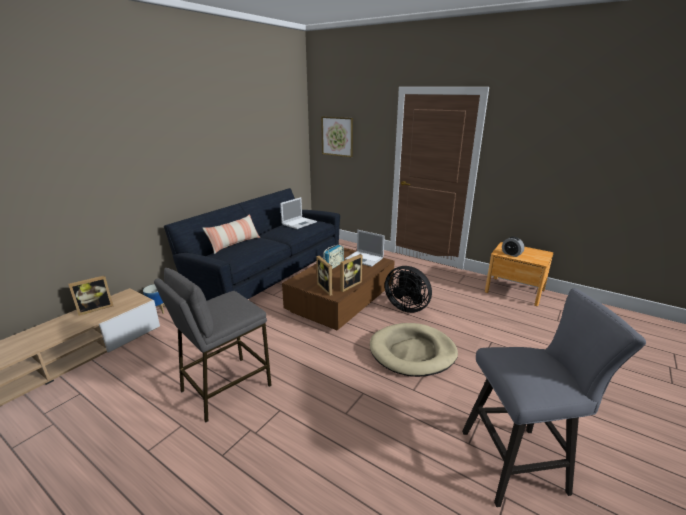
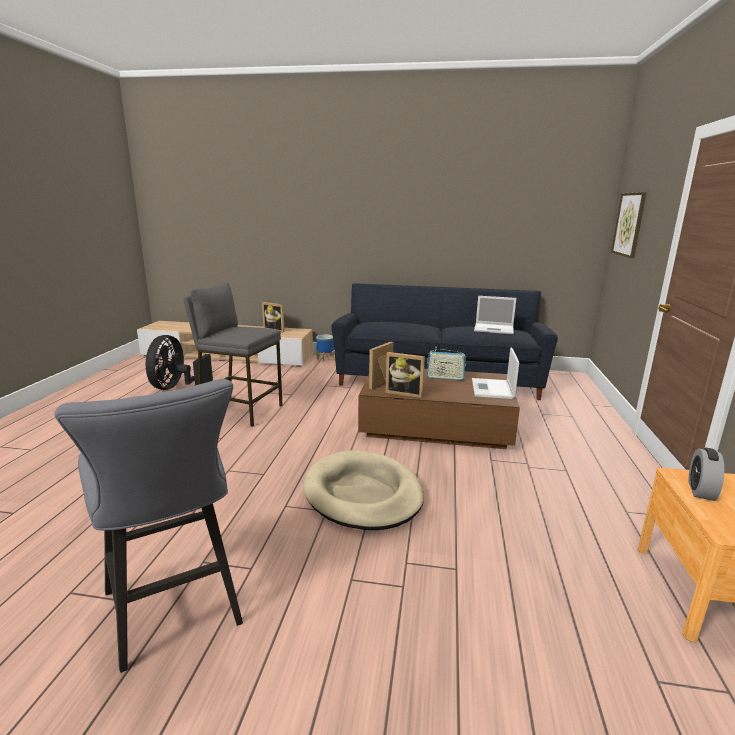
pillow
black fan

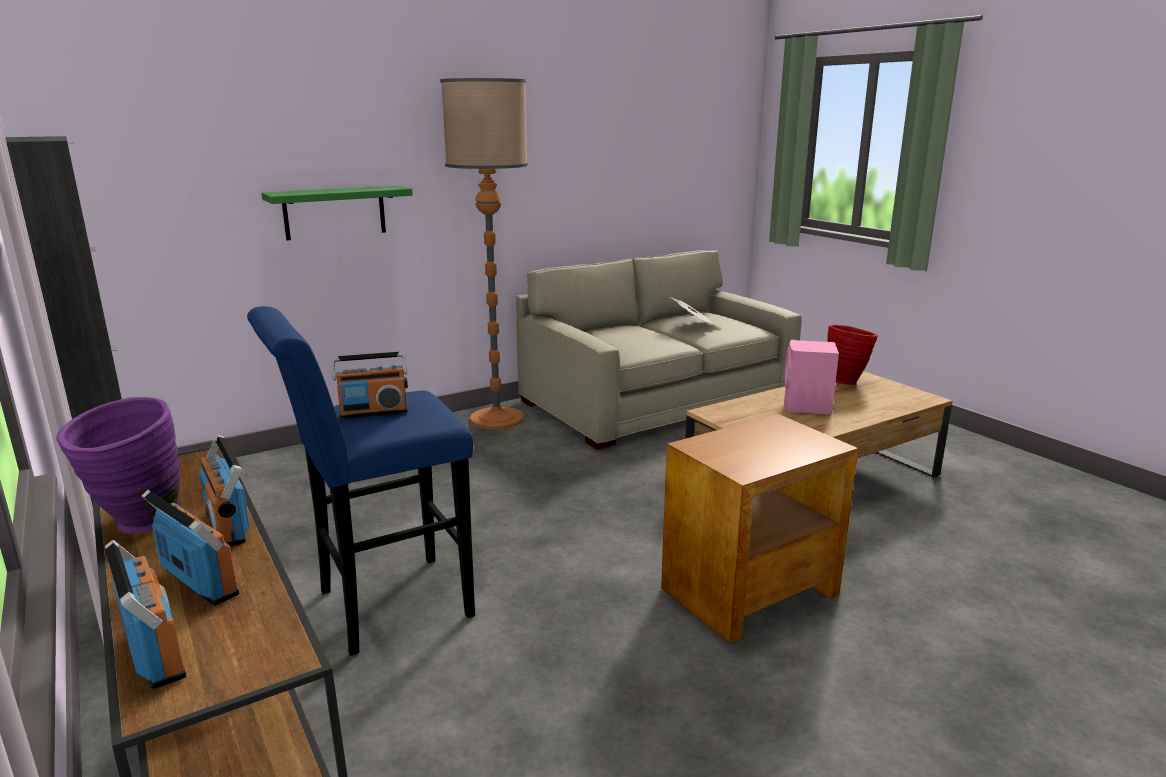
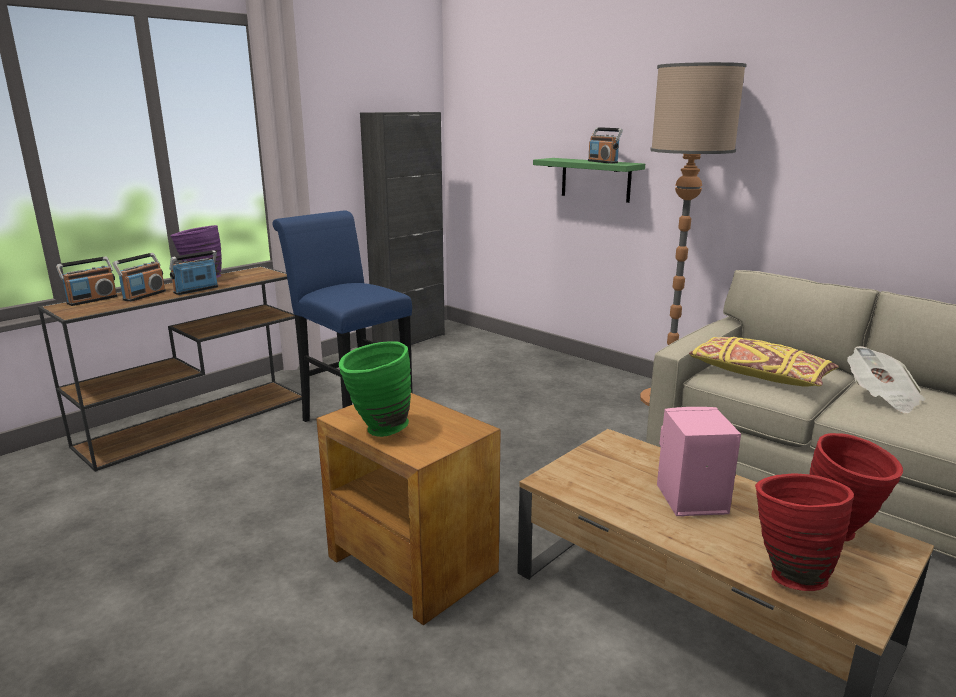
radio (4th from left)
green vase
yellow pillow
red vase (1st from left)

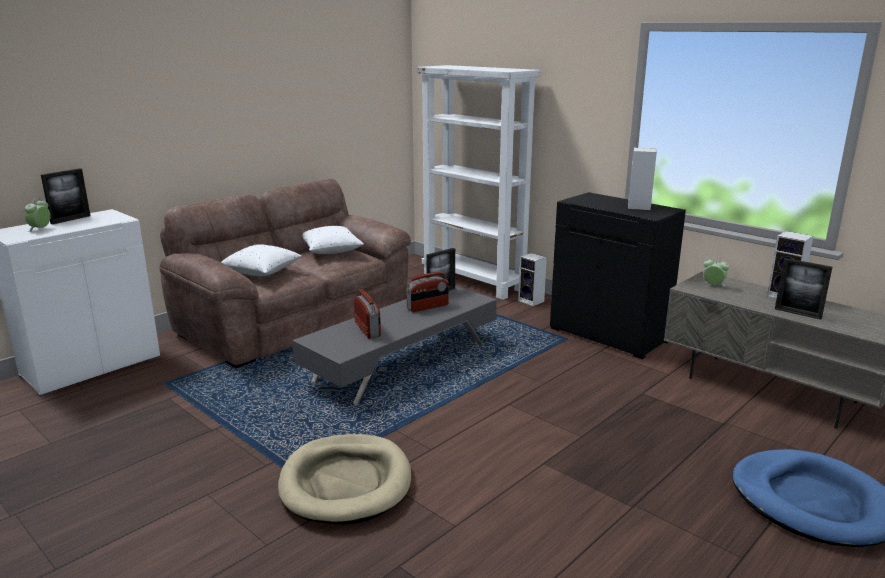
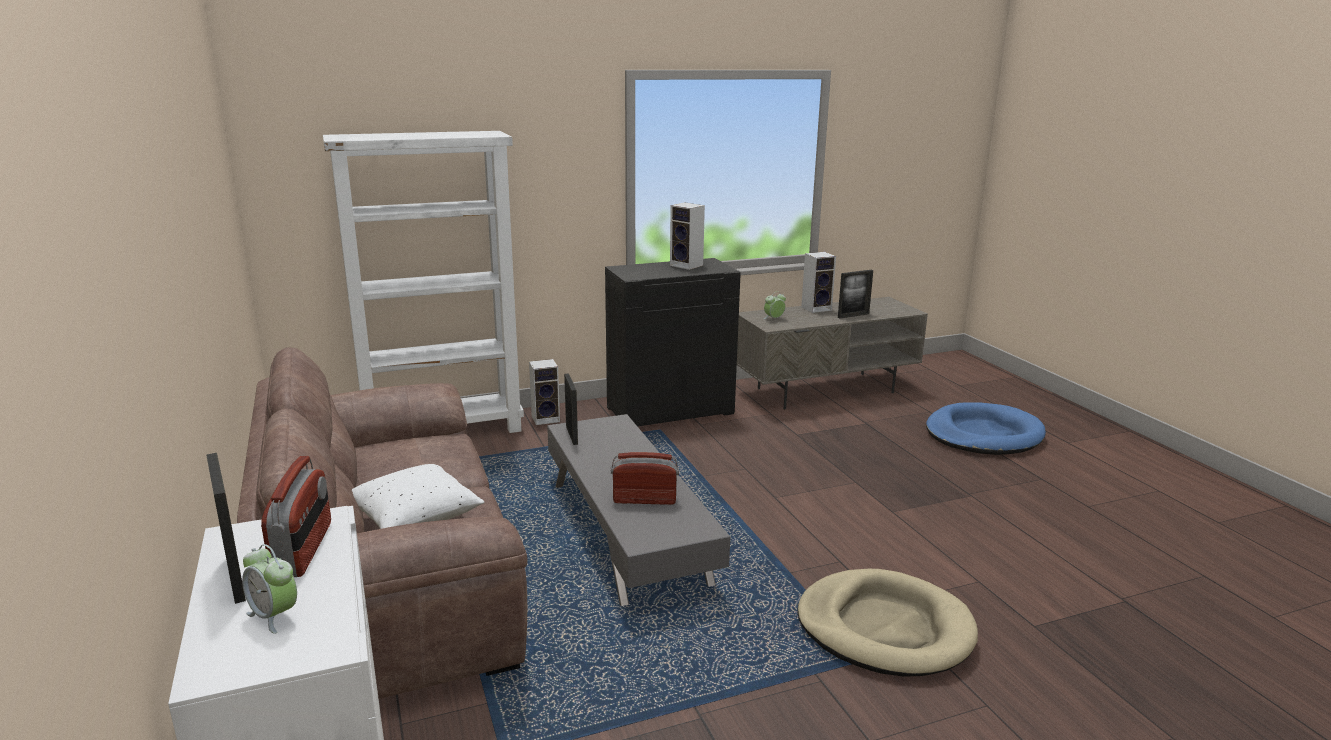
white pillow (2nd from left in the first image)
radio (1st from left)

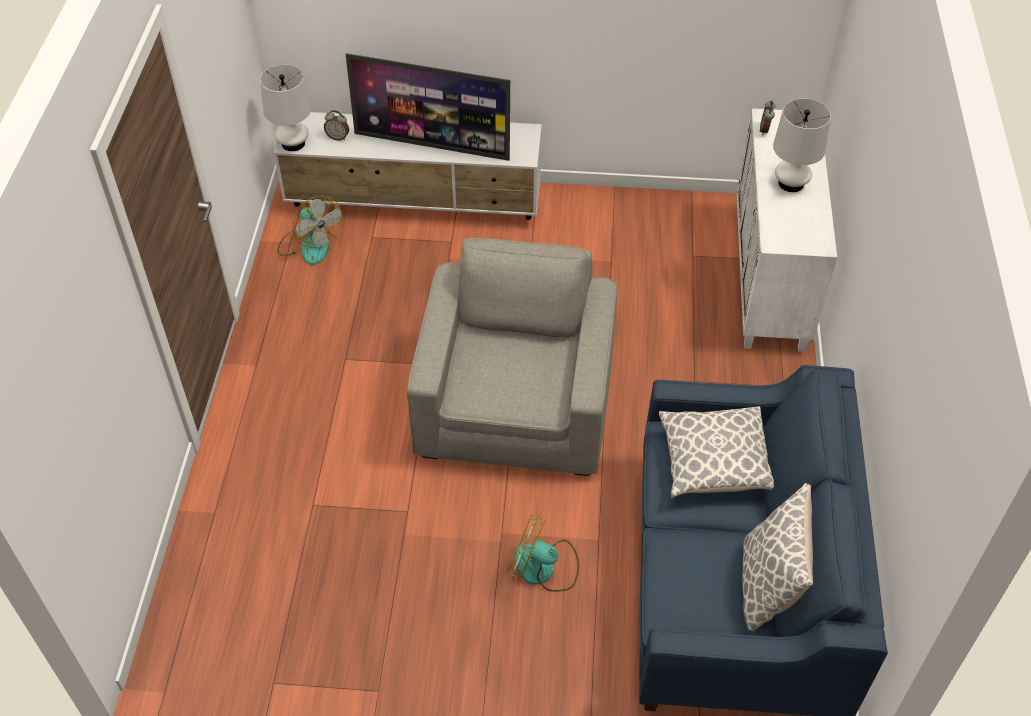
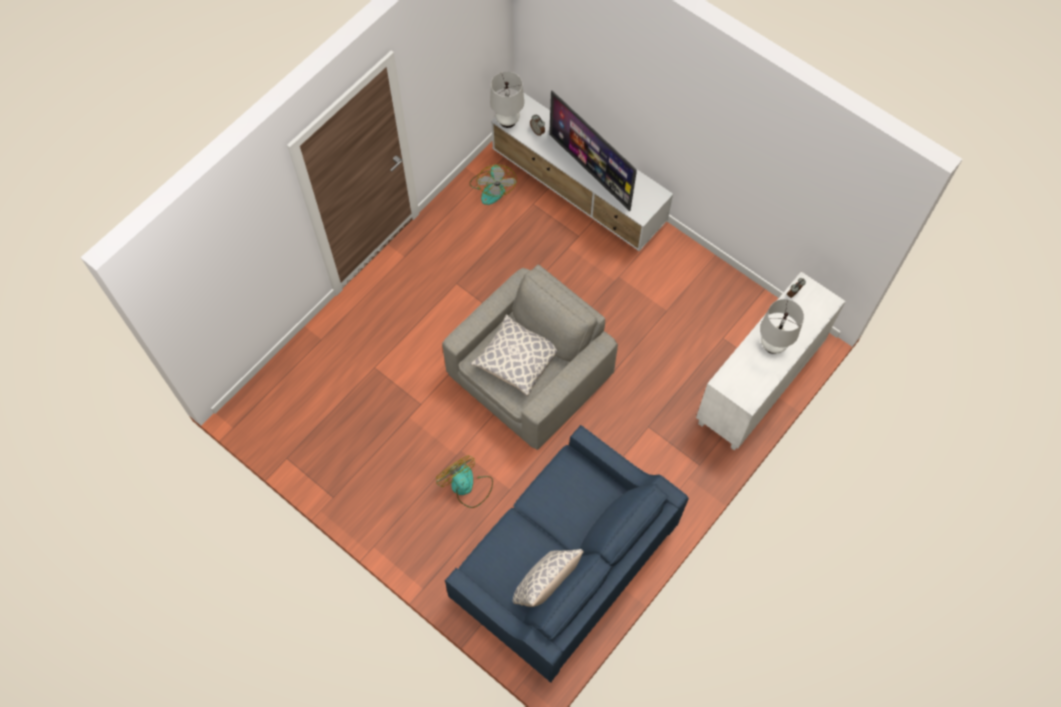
pillow (1st from left)

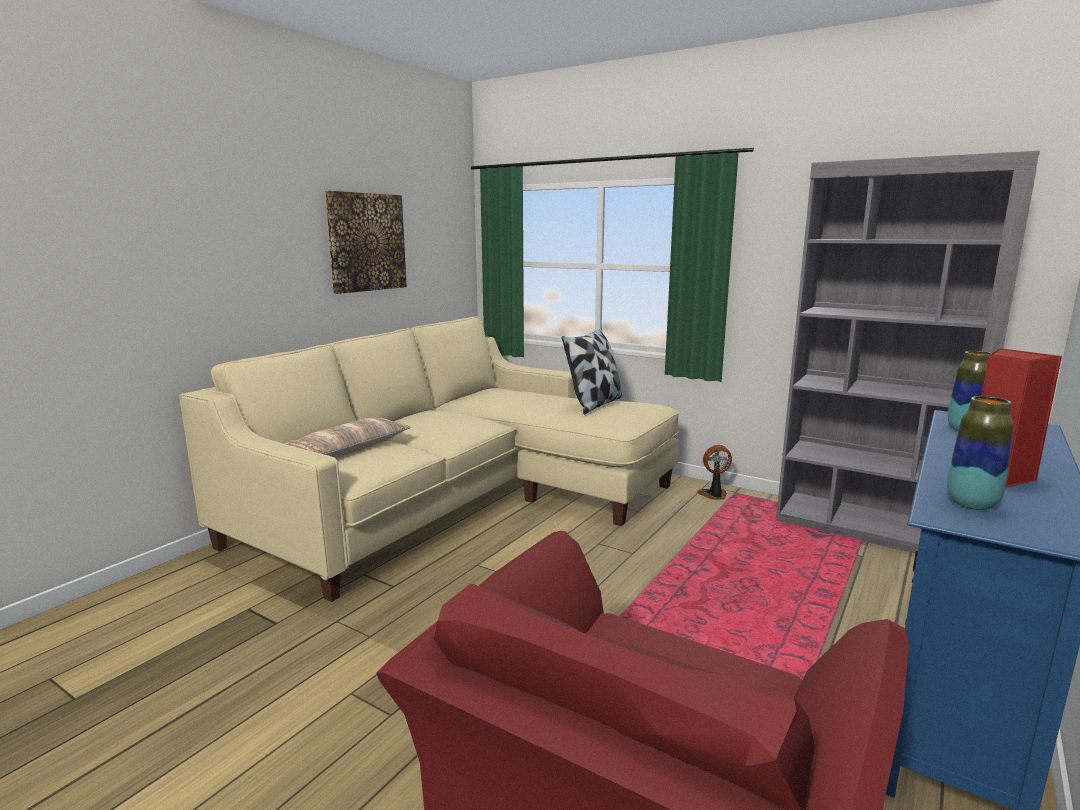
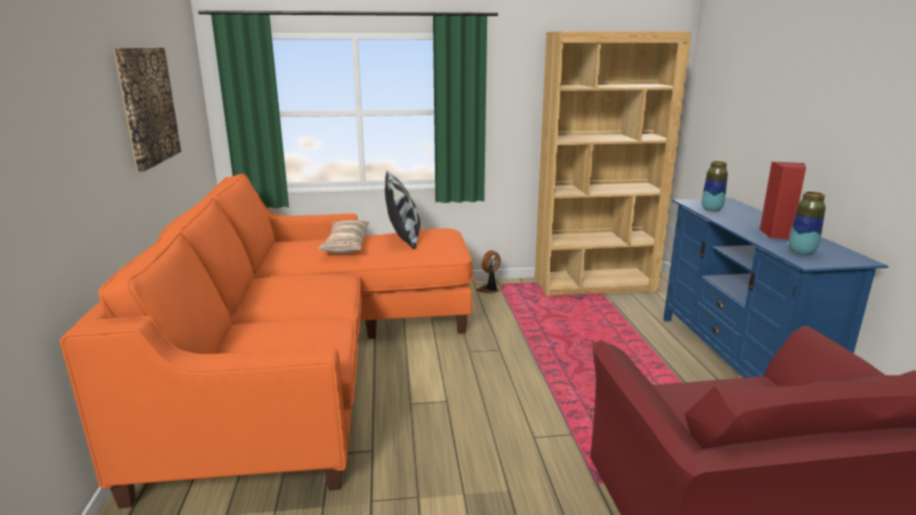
orange sofa
pillow (1st from left)
brown bookcase

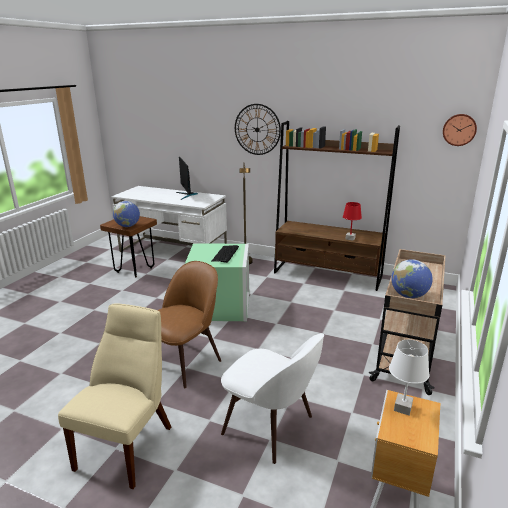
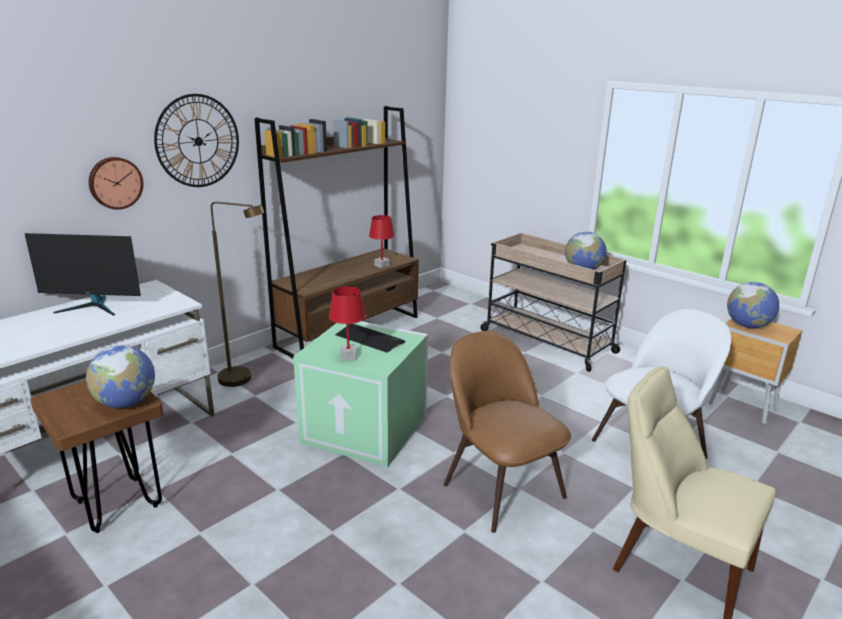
globe (3rd from left)
wall clock (1st from left)
red table lamp (1st from left)

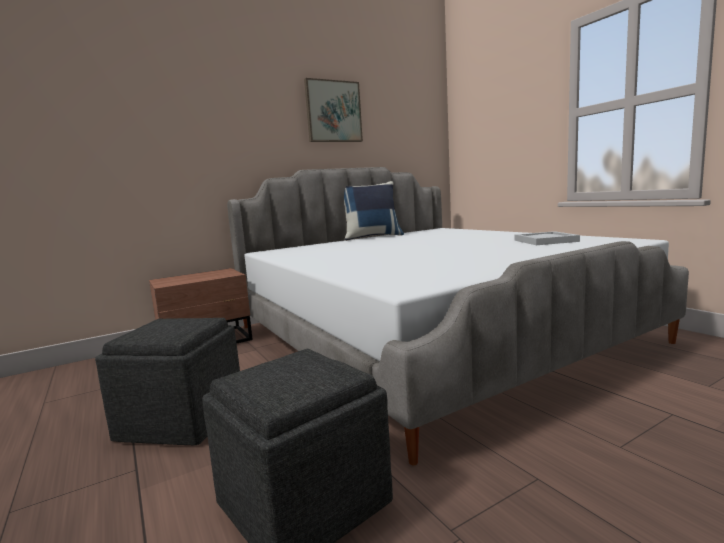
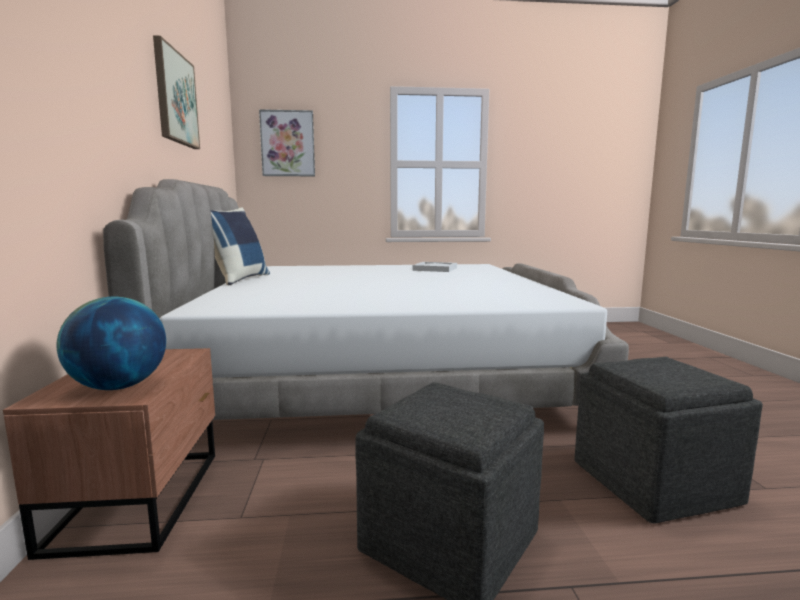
globe
picture (2nd from left)

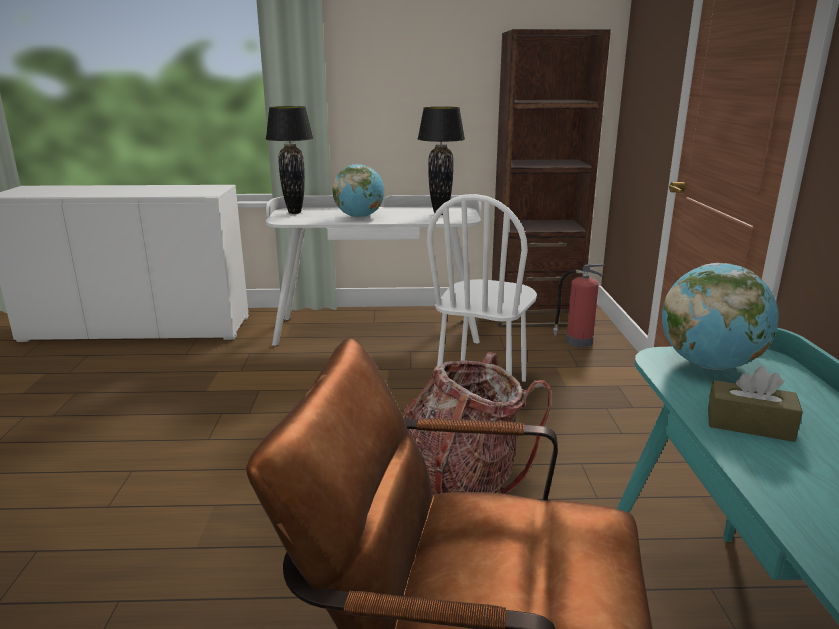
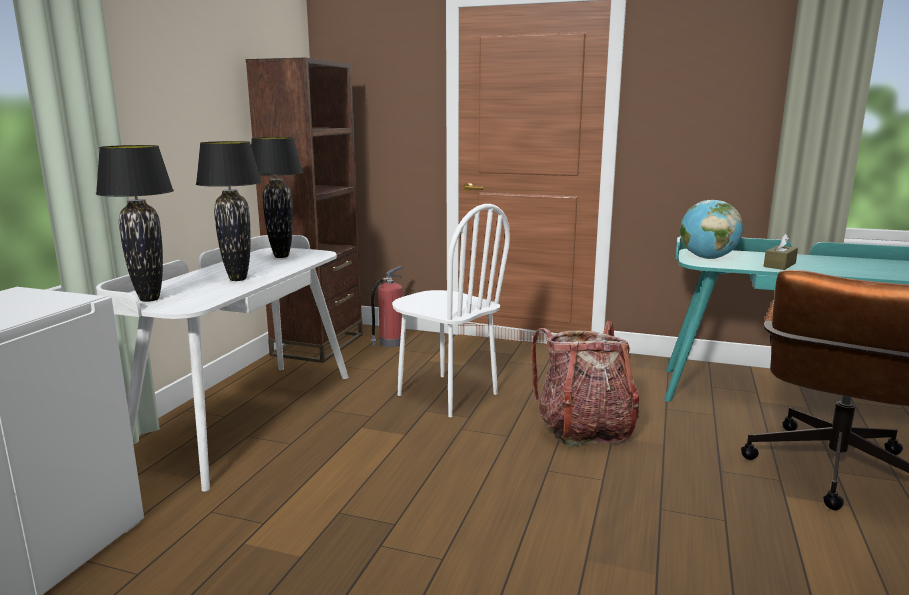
black table lamp (2nd from left)

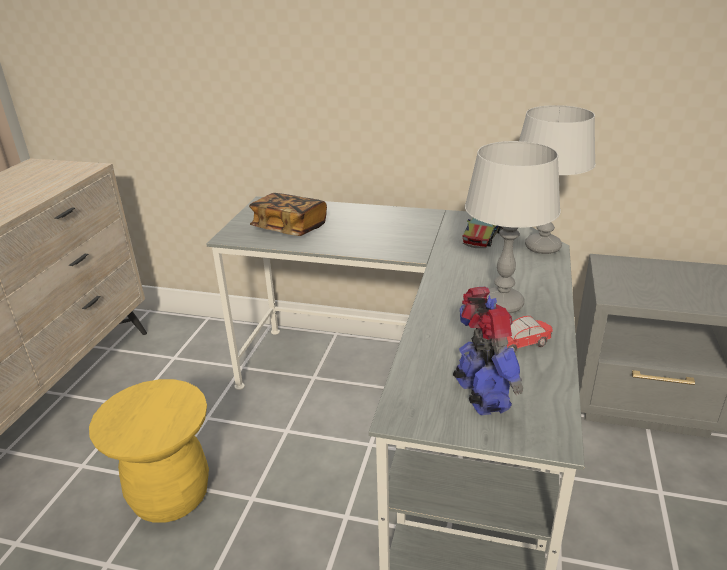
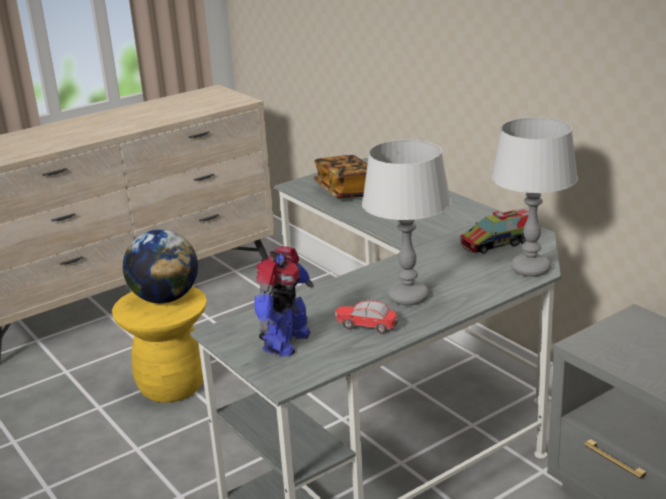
globe

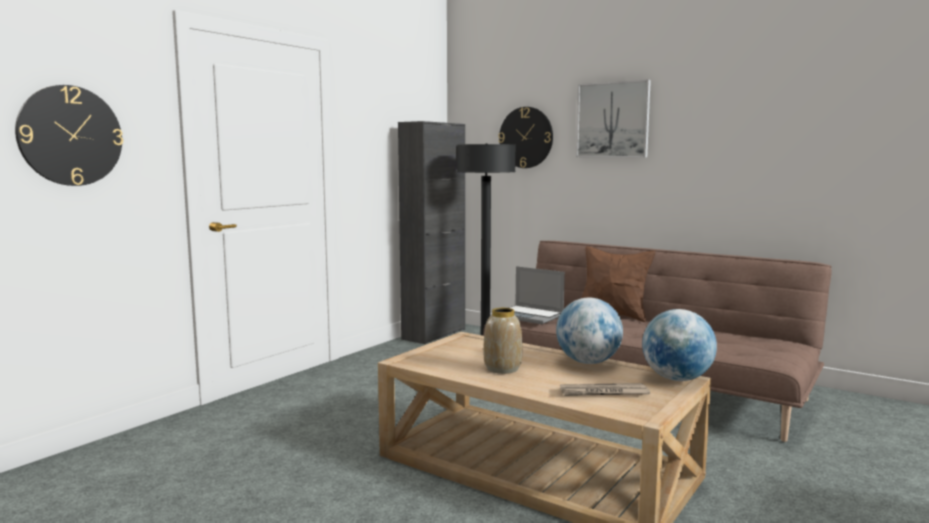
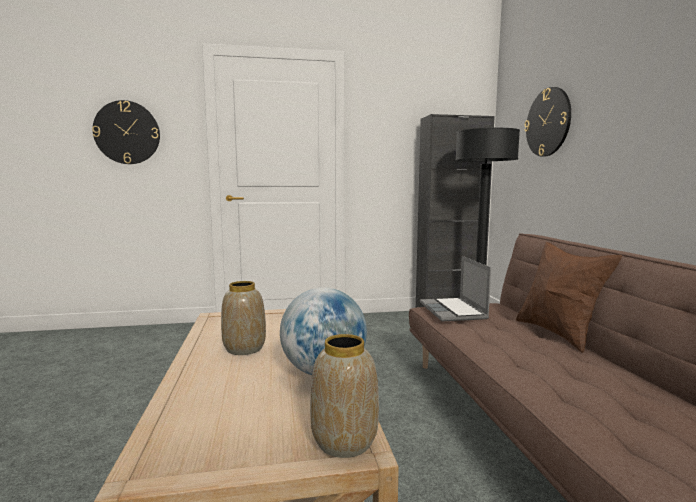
newspaper
picture
vase (2nd from left)

